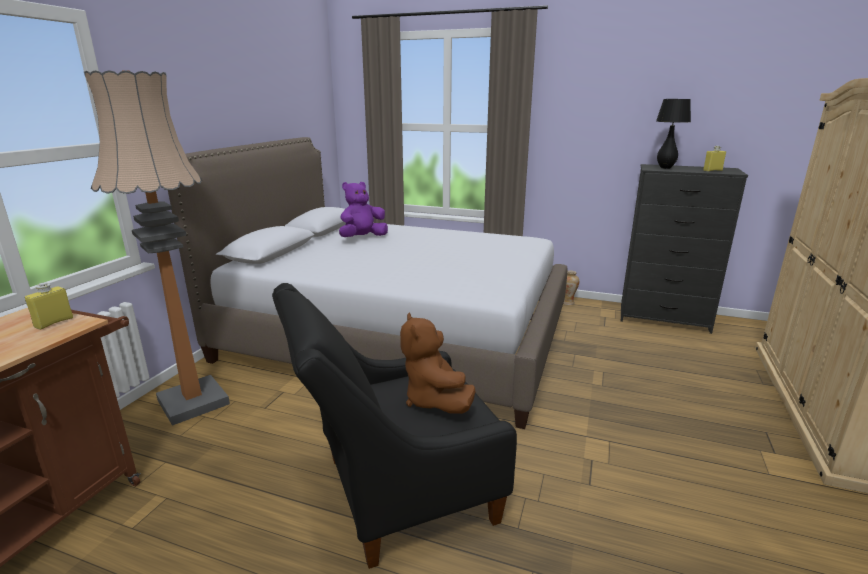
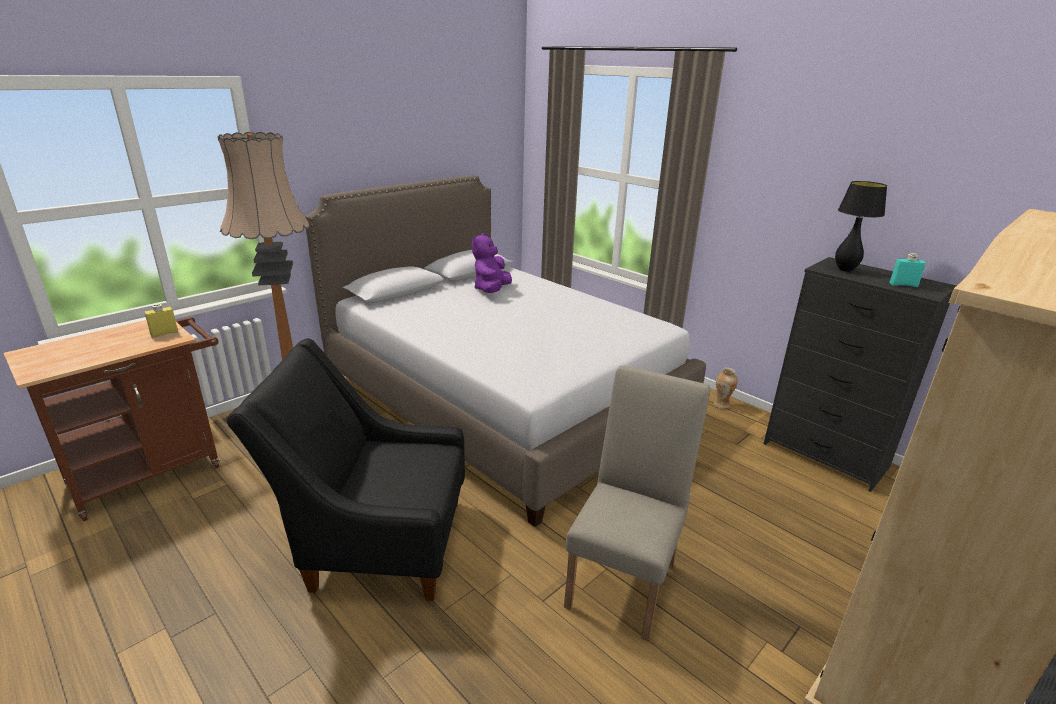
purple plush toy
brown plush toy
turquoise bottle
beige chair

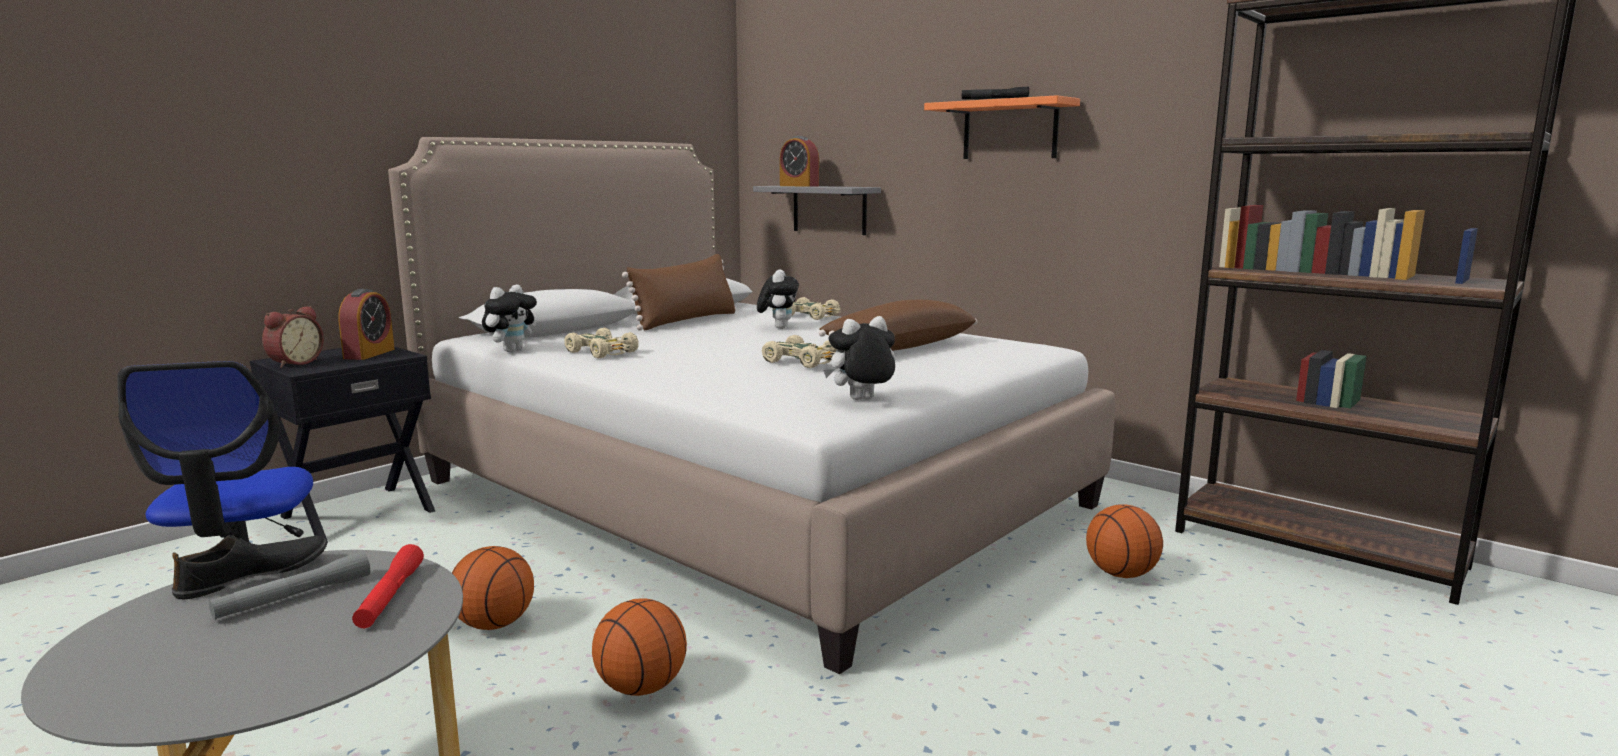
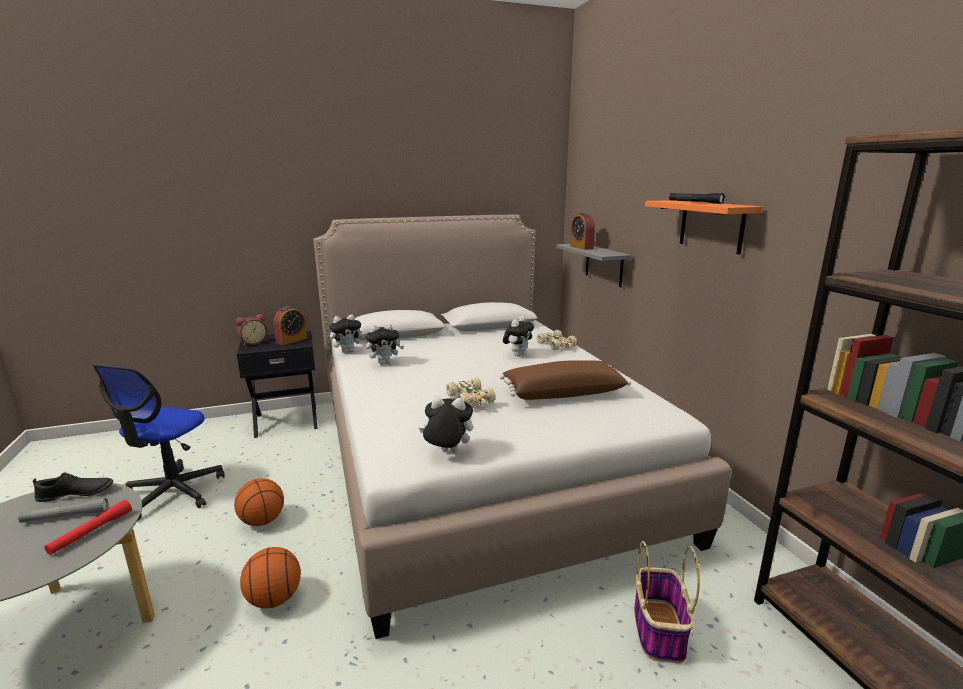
plush toy (2nd from left)
brown pillow (1st from left in the first image)
basket

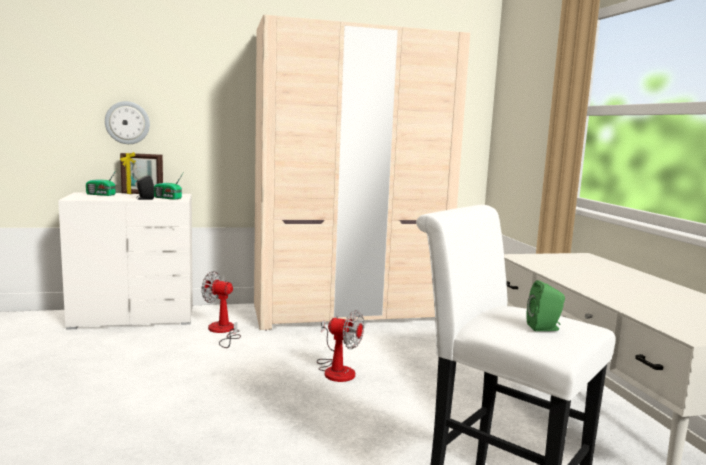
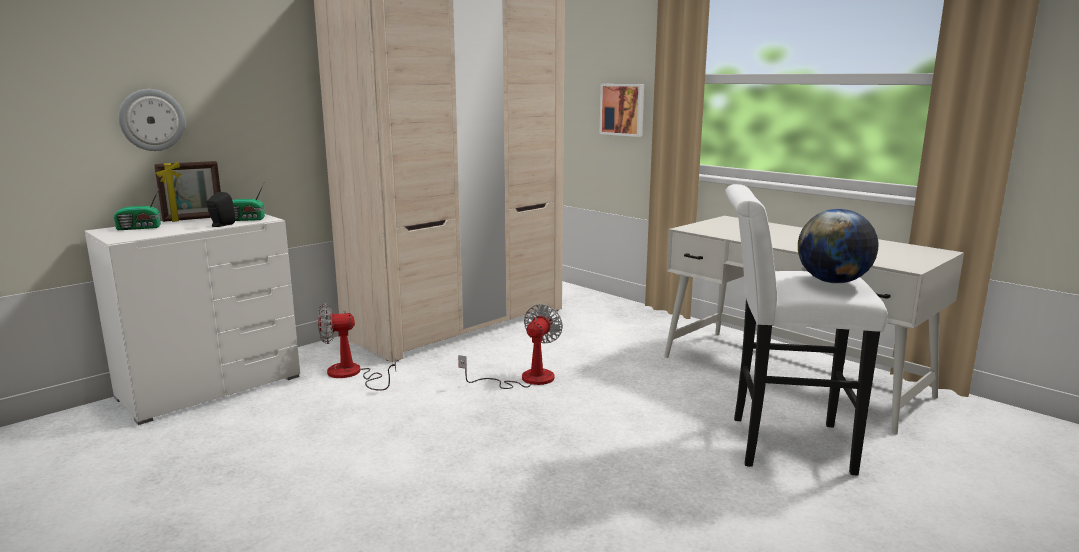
fan (2nd from left)
globe
picture

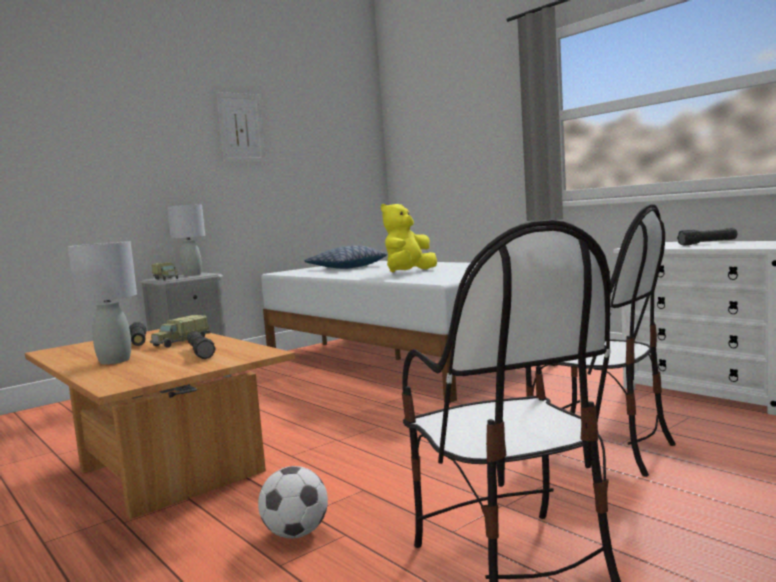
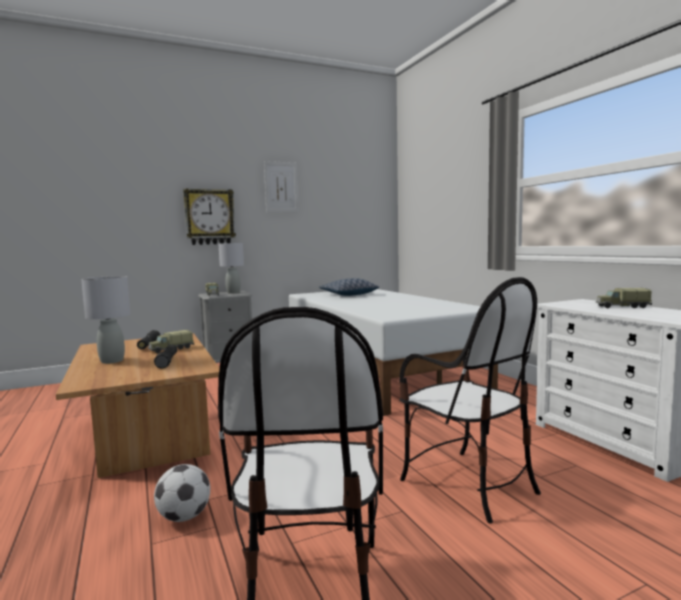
yellow plush toy
toy truck (3rd from left)
wall clock

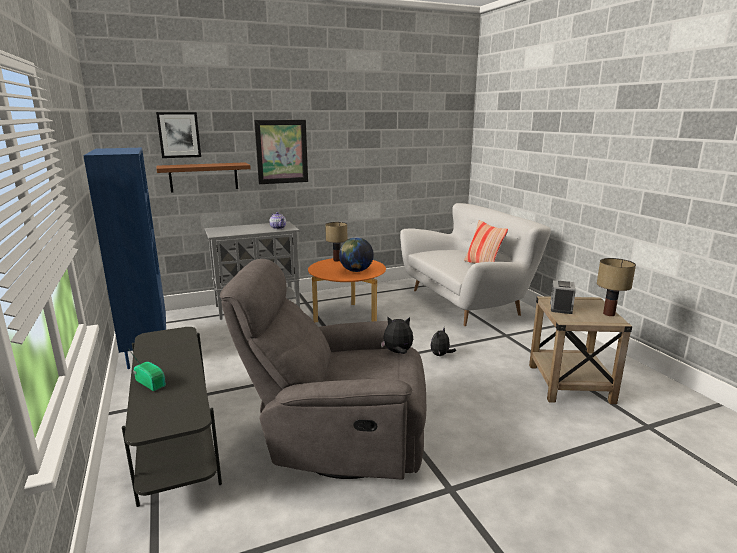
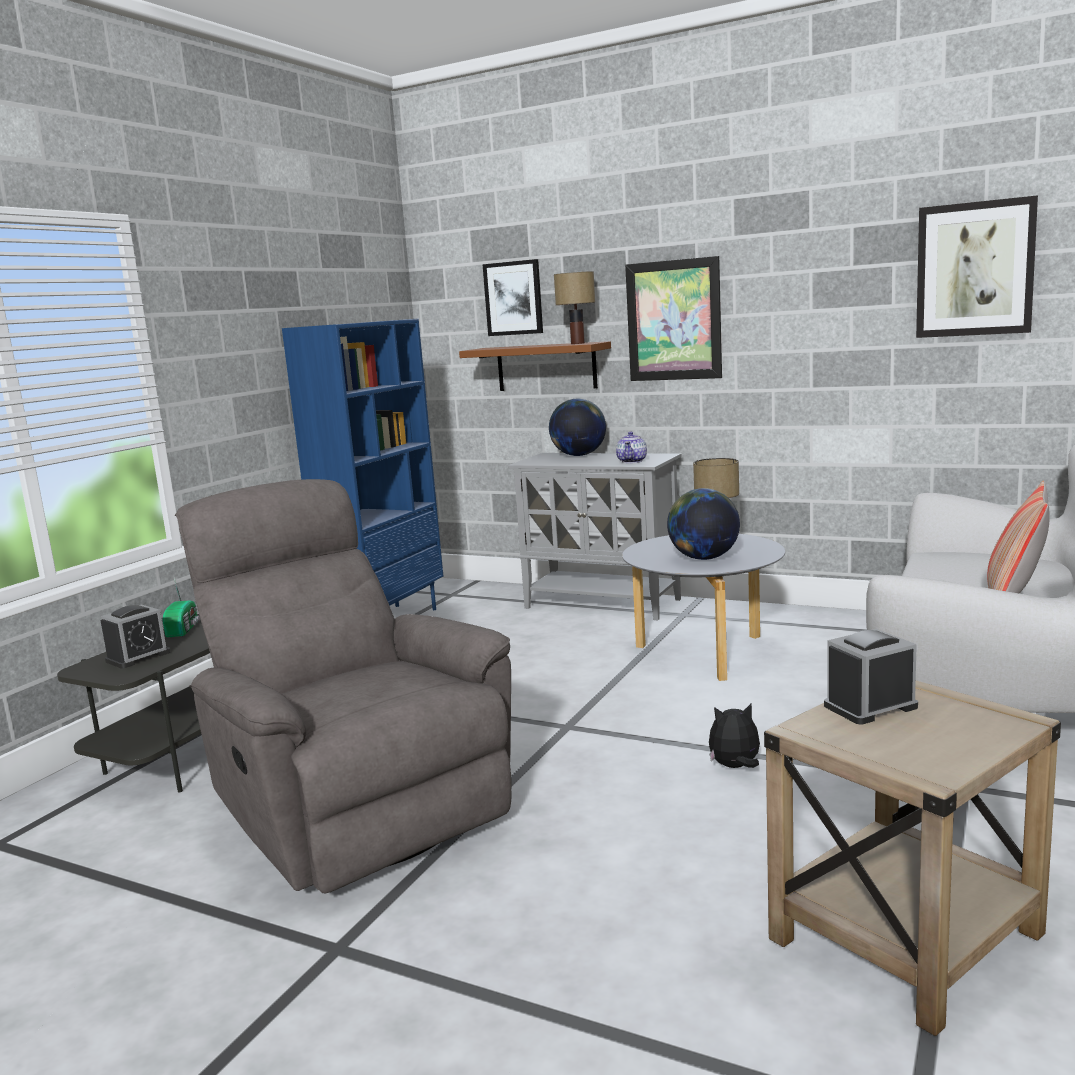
grey coffee table
plush toy (1st from left in the first image)
table lamp (1st from left)
alarm clock (1st from left)
globe (1st from left)
picture (3rd from left)

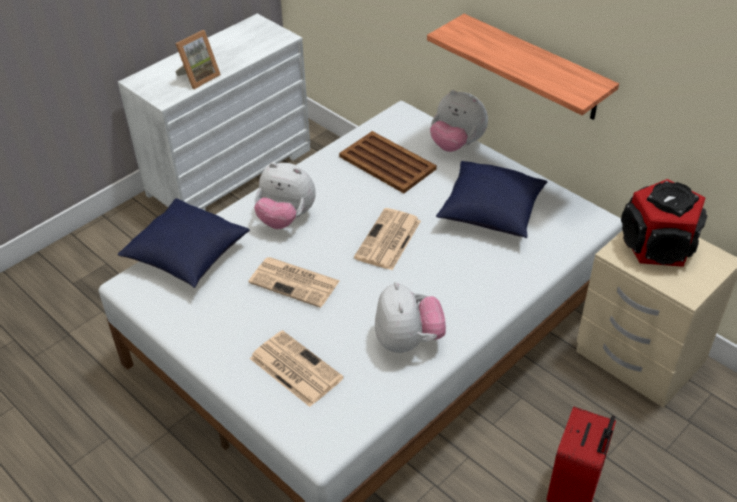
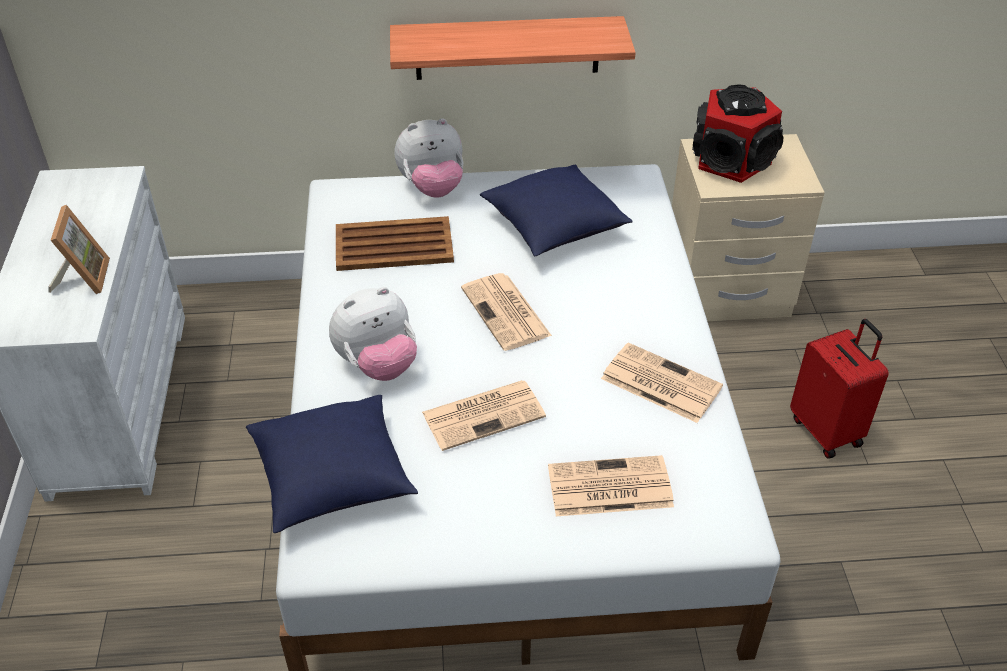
newspaper (4th from left)

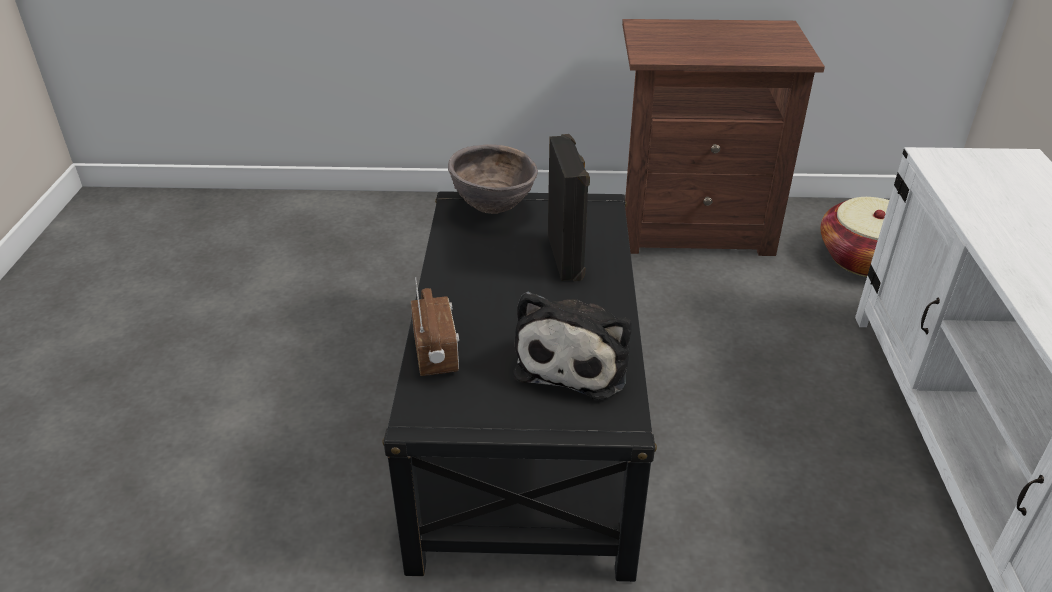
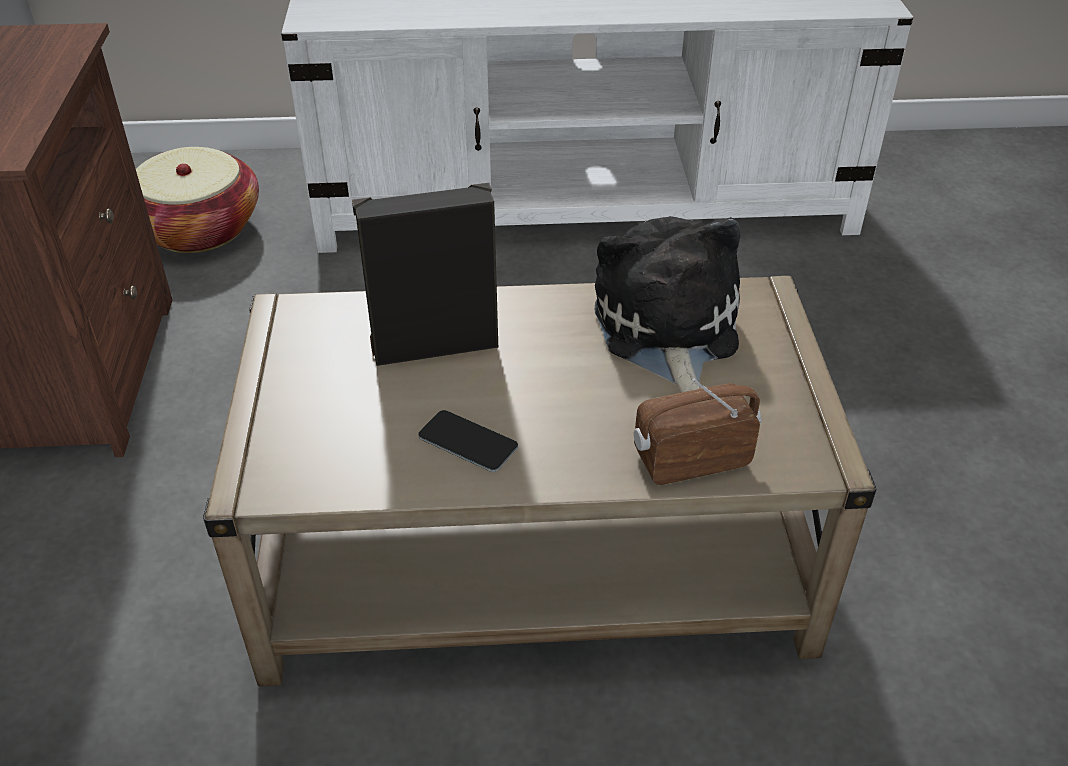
beige coffee table
brown bowl
plush toy
phone

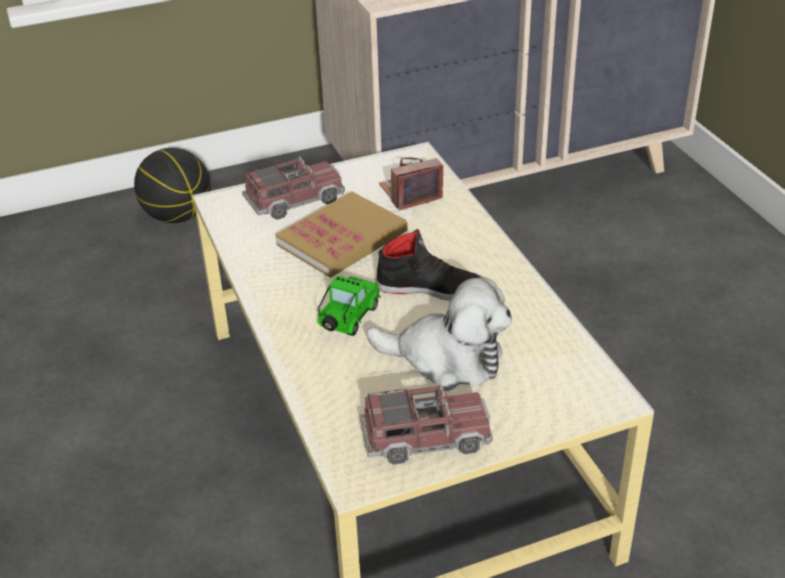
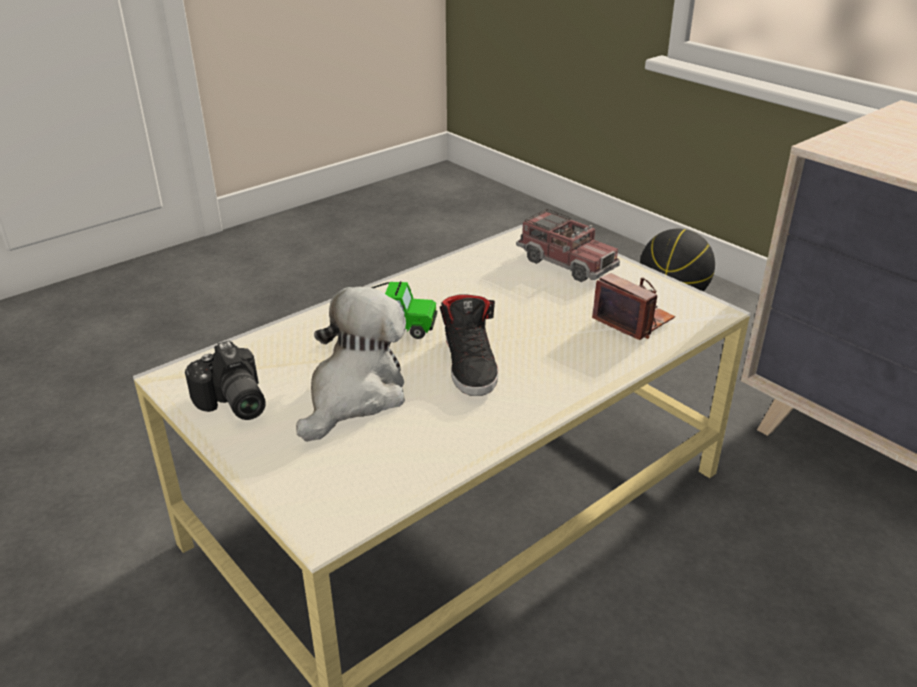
book
photo camera (1st from left)
plush toy

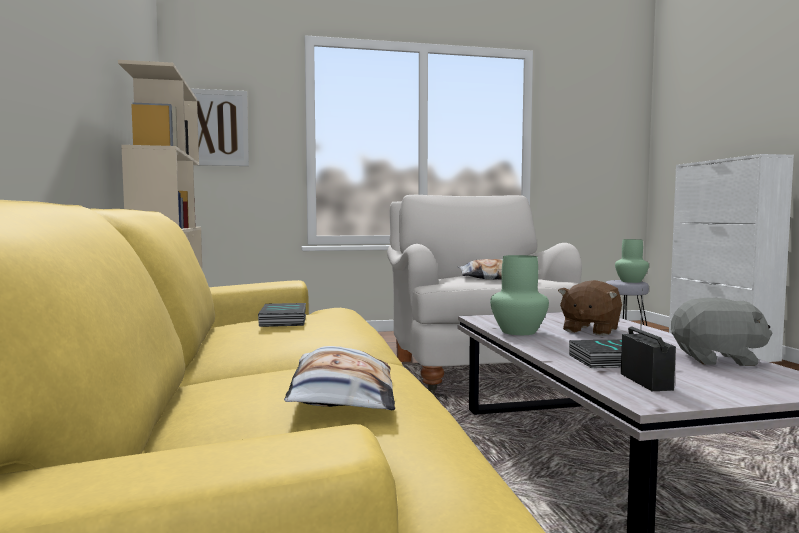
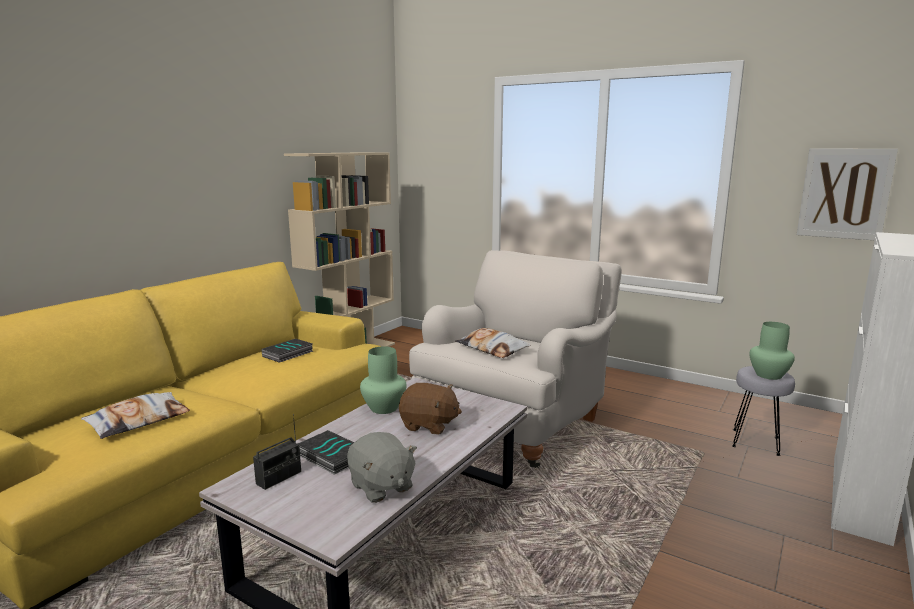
picture
brown plush toy

